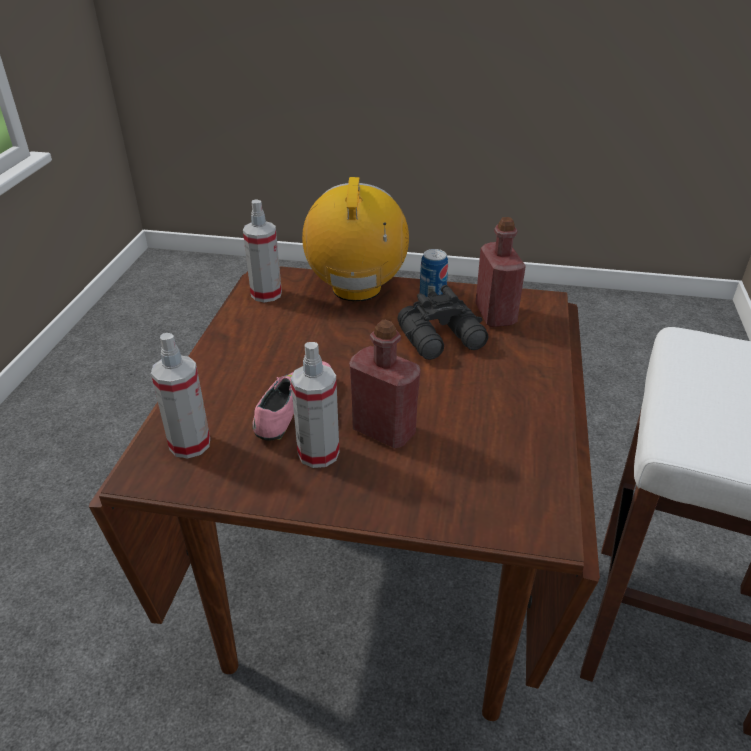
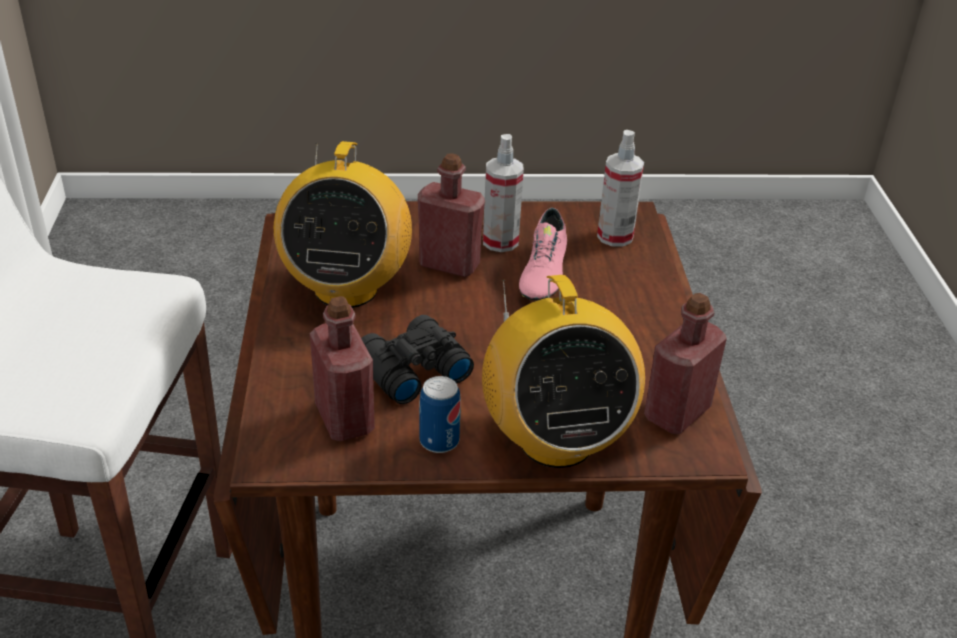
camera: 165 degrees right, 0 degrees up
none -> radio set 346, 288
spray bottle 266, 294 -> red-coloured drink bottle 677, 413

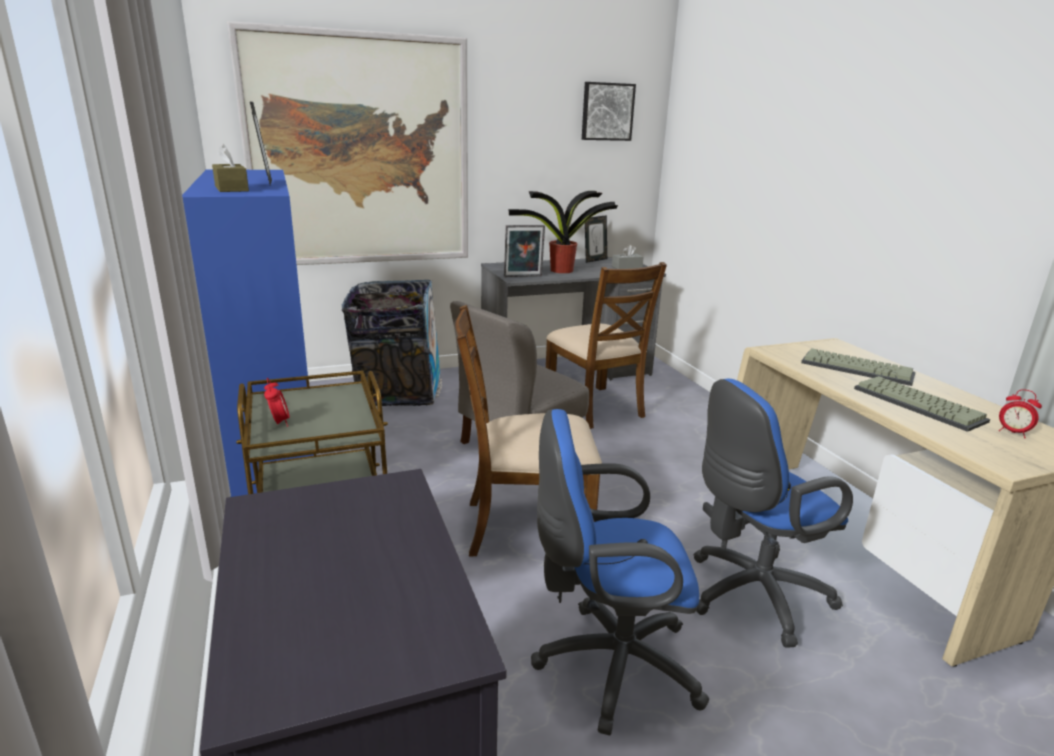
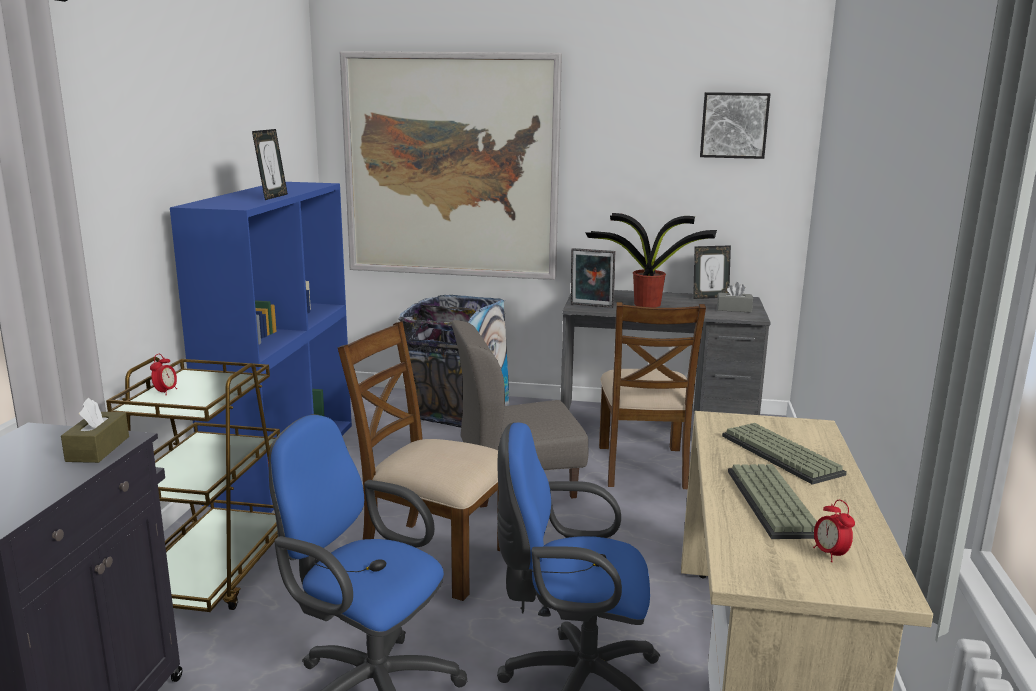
camera: 30 degrees right, 5 degrees down
brown tissue box 231, 189 -> brown tissue box 98, 449, shifted

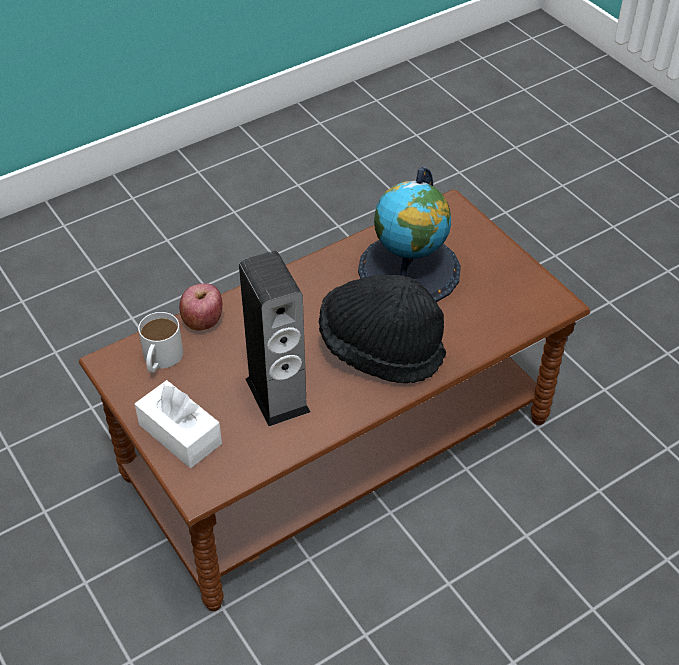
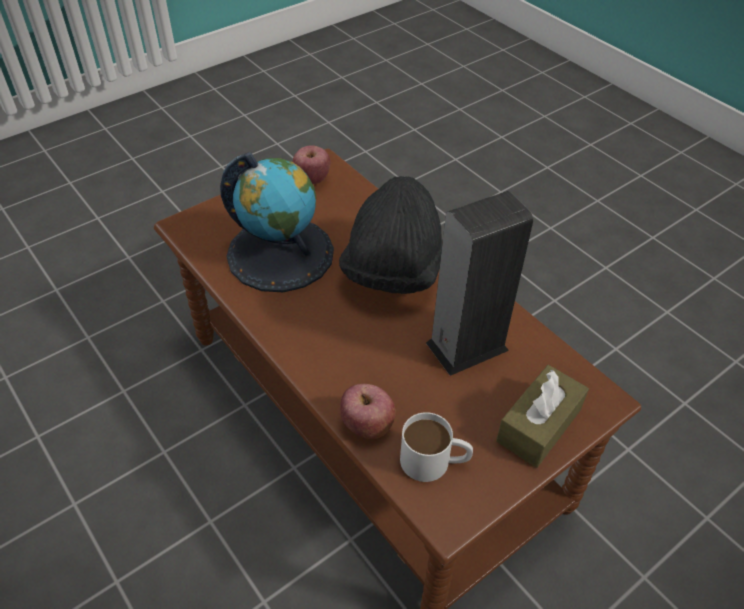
camera: 95 degrees left, 0 degrees up
none -> apple 312, 179
white tissue box 180, 434 -> brown tissue box 538, 425

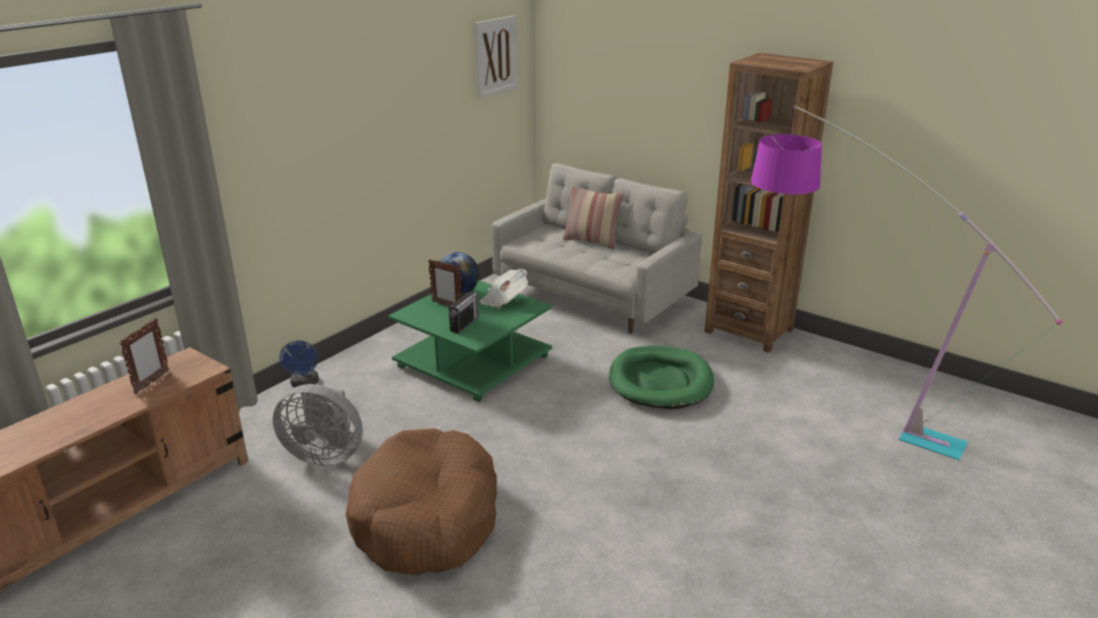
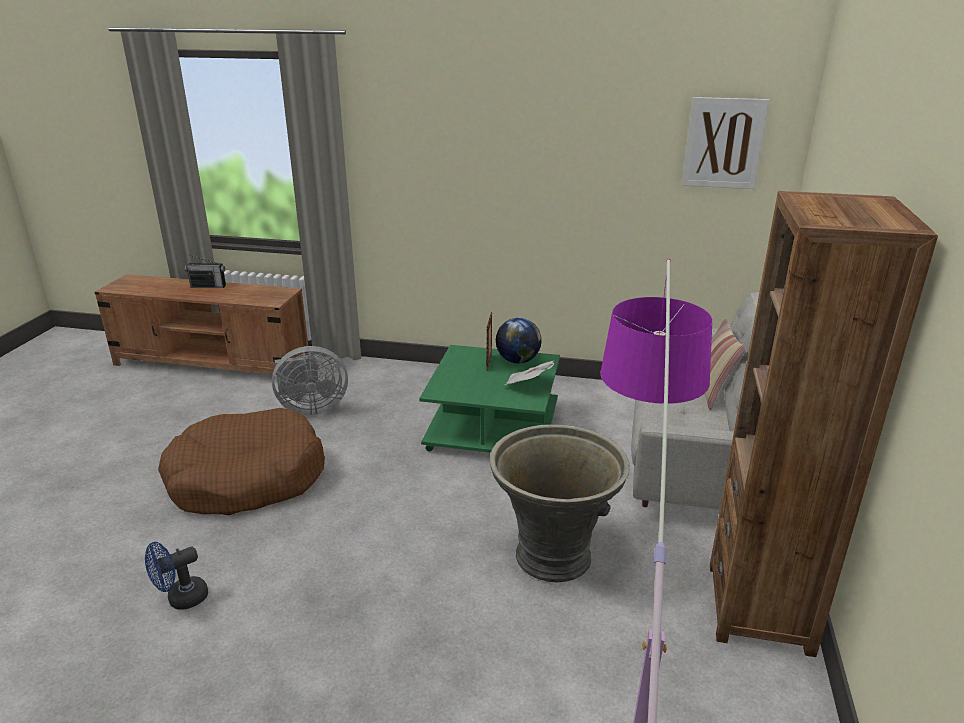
camera: 65 degrees right, 0 degrees up
standing frame 151, 382 -> none
blue-coloured cooling fan 304, 384 -> blue-coloured cooling fan 181, 599, shifted
radio set 464, 324 -> radio set 208, 286, shifted
green-coloured dog bed 660, 381 -> greyish planter 553, 555
greyish cooling fan 325, 455 -> greyish cooling fan 310, 408, 90 degrees counterclockwise

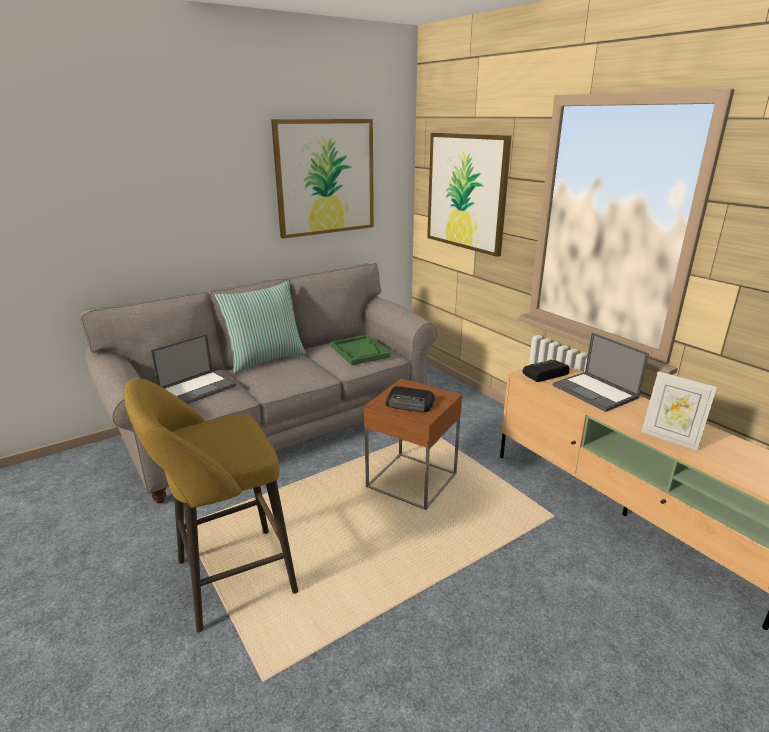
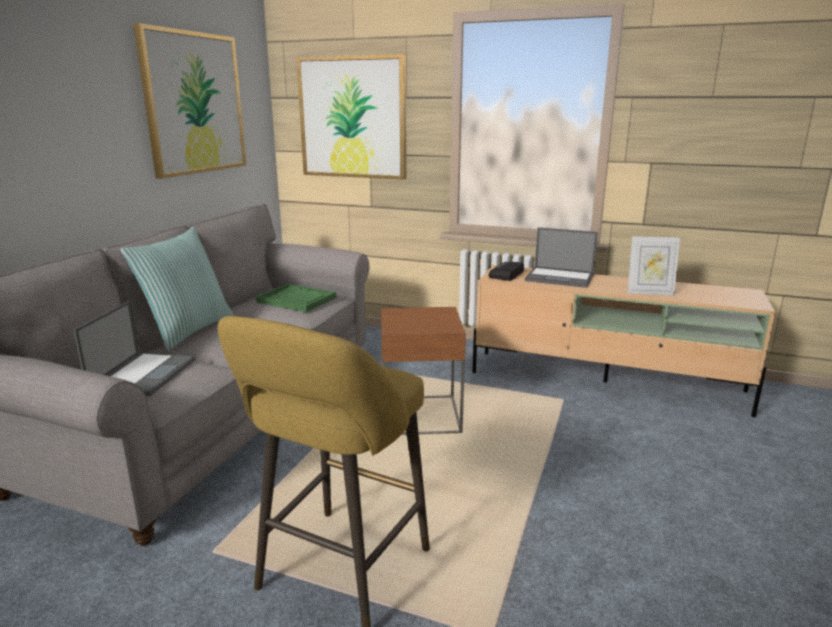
camera: 35 degrees left, 5 degrees down
radio set 410, 404 -> none

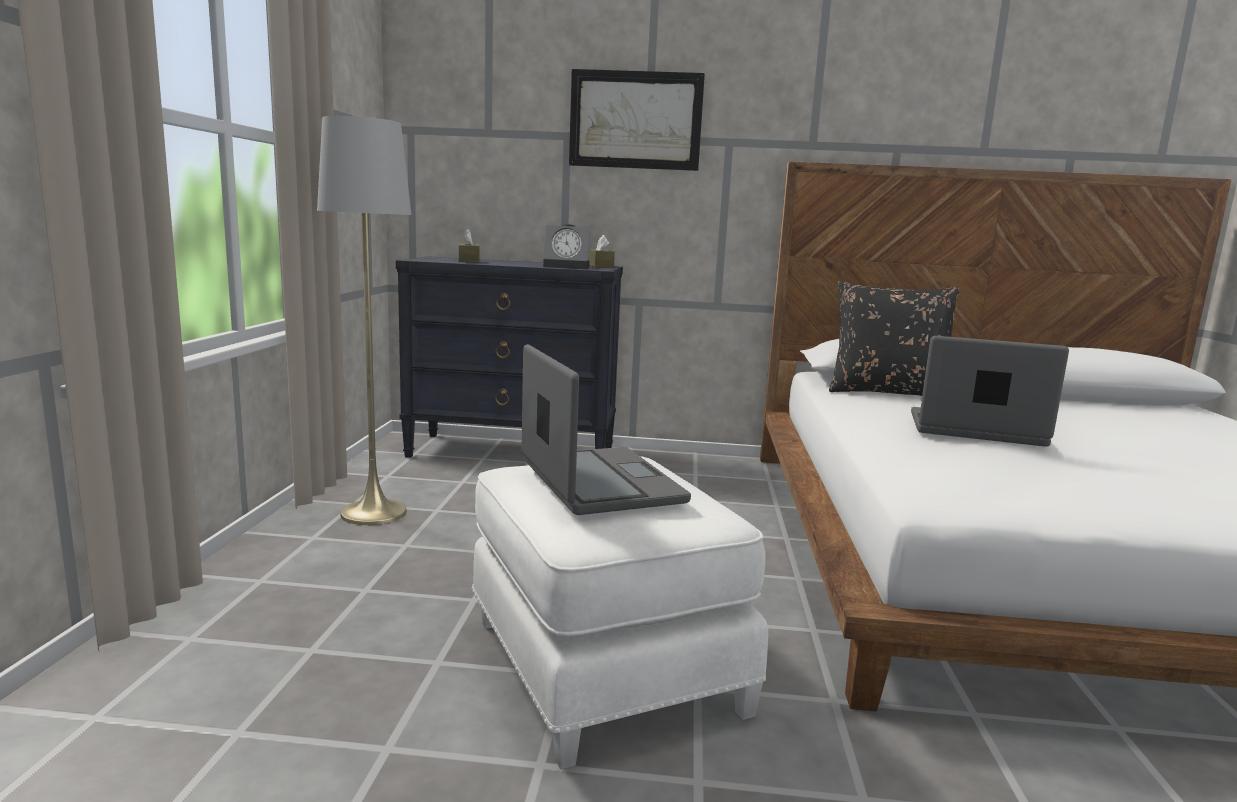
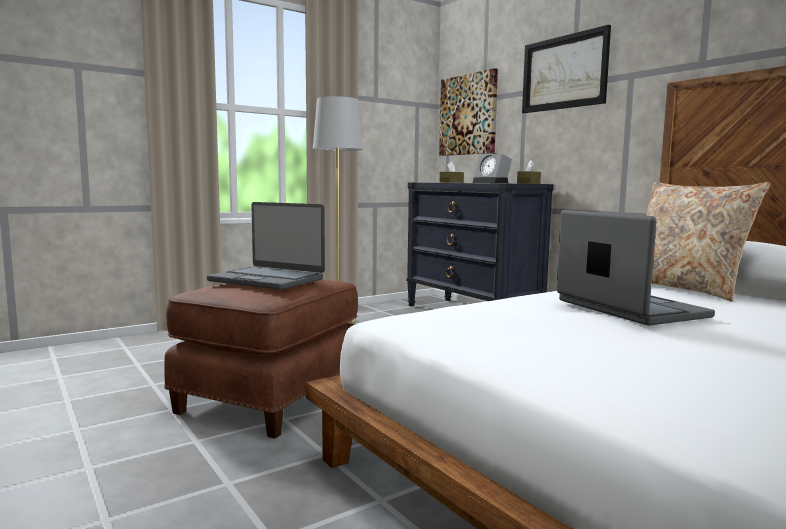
camera: 50 degrees right, 5 degrees down
none -> picture 468, 115
white ottoman 601, 666 -> brown ottoman 271, 396
black-coloured cushion 887, 392 -> sand-coloured cushion 684, 289
laptop 598, 483 -> laptop 267, 280, 90 degrees clockwise

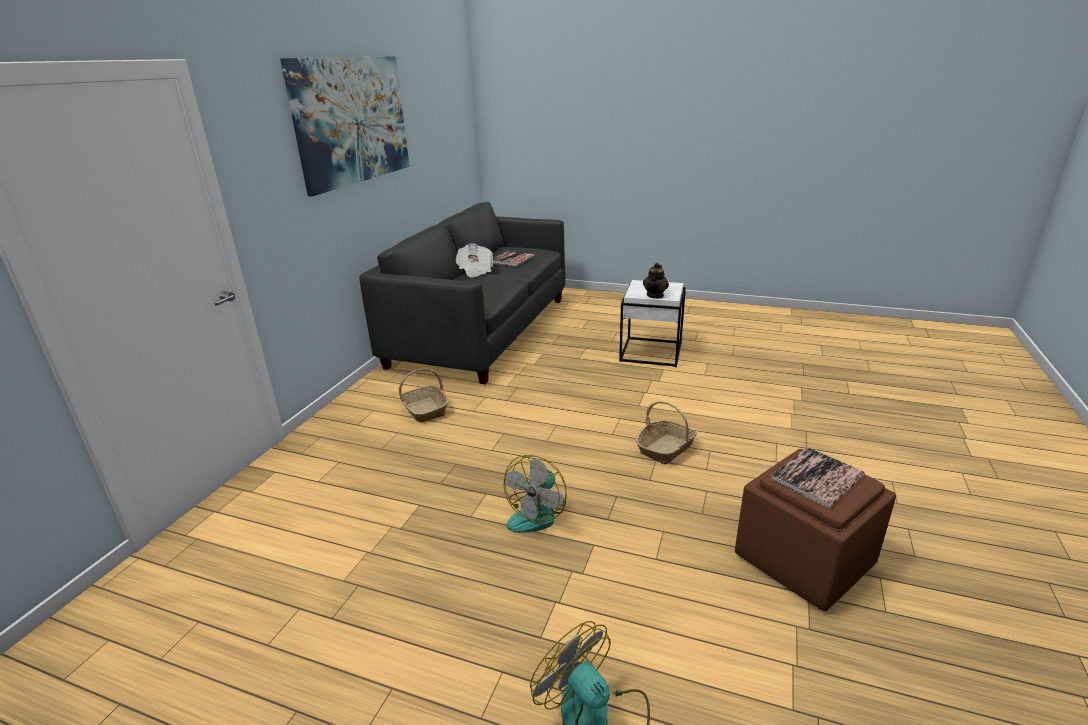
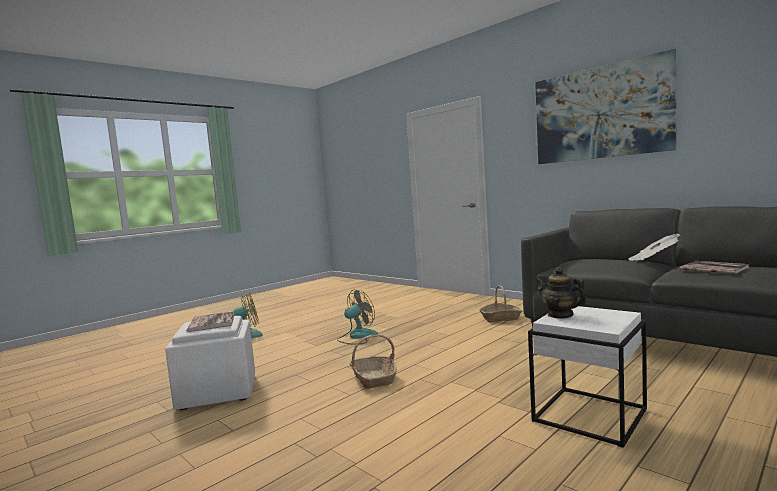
camera: 115 degrees right, 20 degrees down
brown ottoman 804, 561 -> white ottoman 217, 392
cooling fan 537, 513 -> cooling fan 357, 337, 90 degrees clockwise

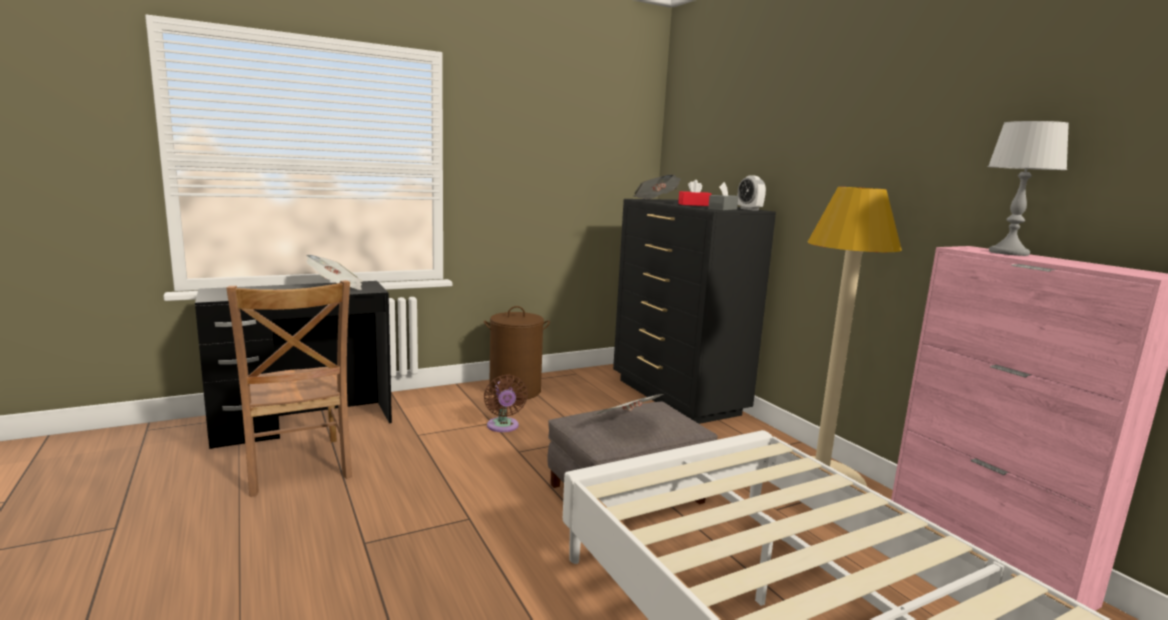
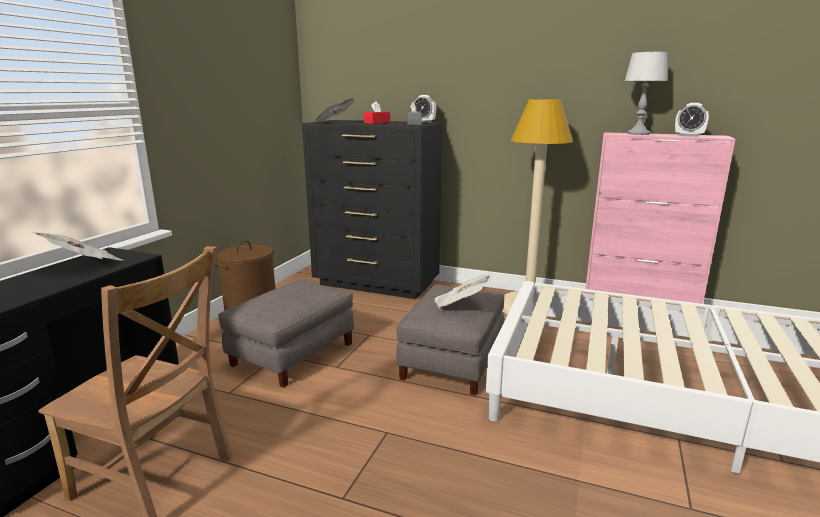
camera: 40 degrees left, 5 degrees up
none -> alarm clock 689, 136
brown cooling fan 503, 427 -> greyish ottoman 292, 354

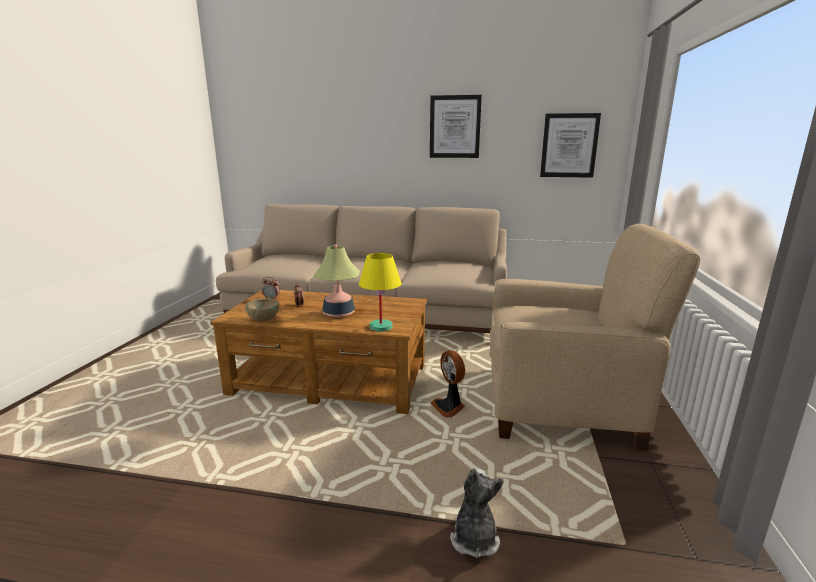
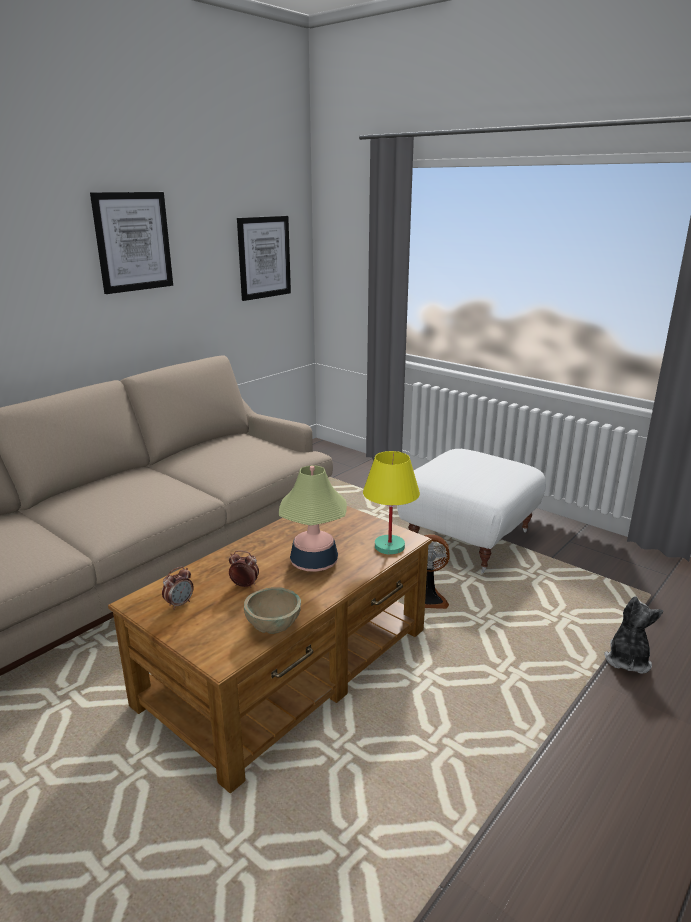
camera: 60 degrees left, 5 degrees up
sand-coloured lounge chair 561, 404 -> white ottoman 469, 539
cuddly toy 474, 538 -> cuddly toy 627, 659, 75 degrees clockwise

